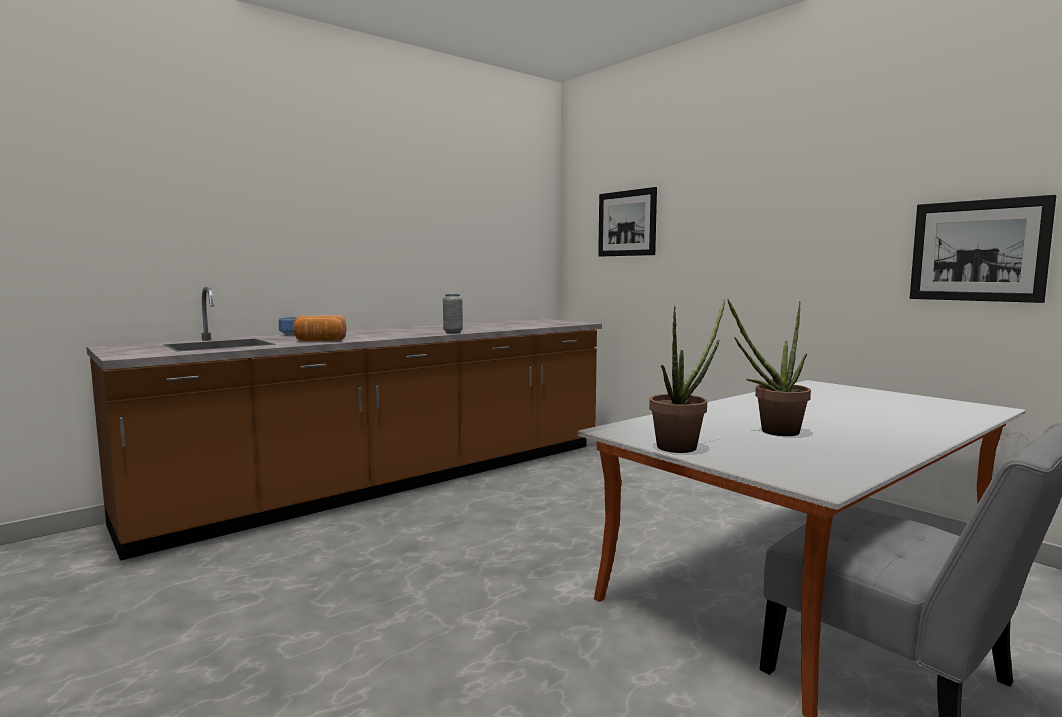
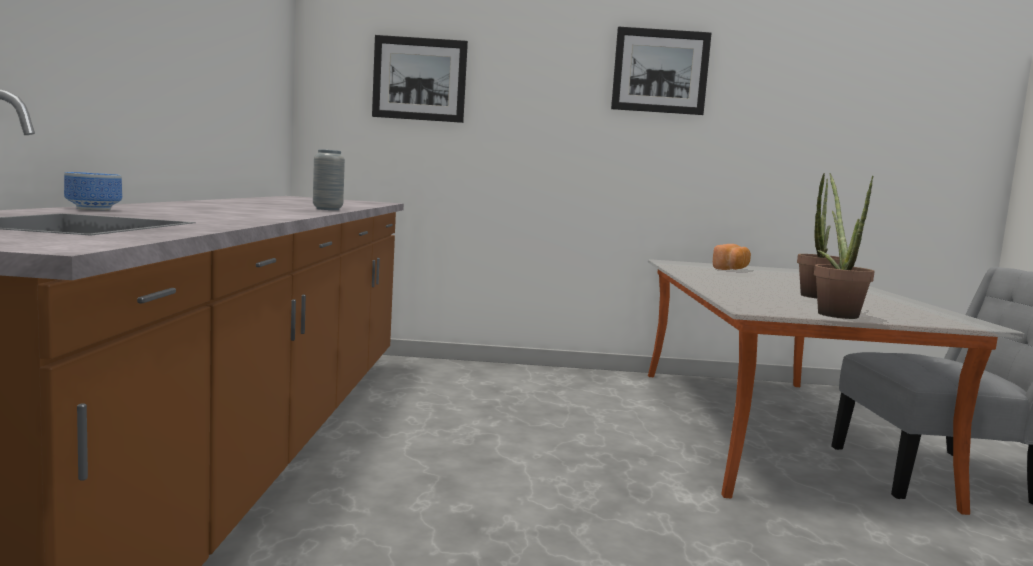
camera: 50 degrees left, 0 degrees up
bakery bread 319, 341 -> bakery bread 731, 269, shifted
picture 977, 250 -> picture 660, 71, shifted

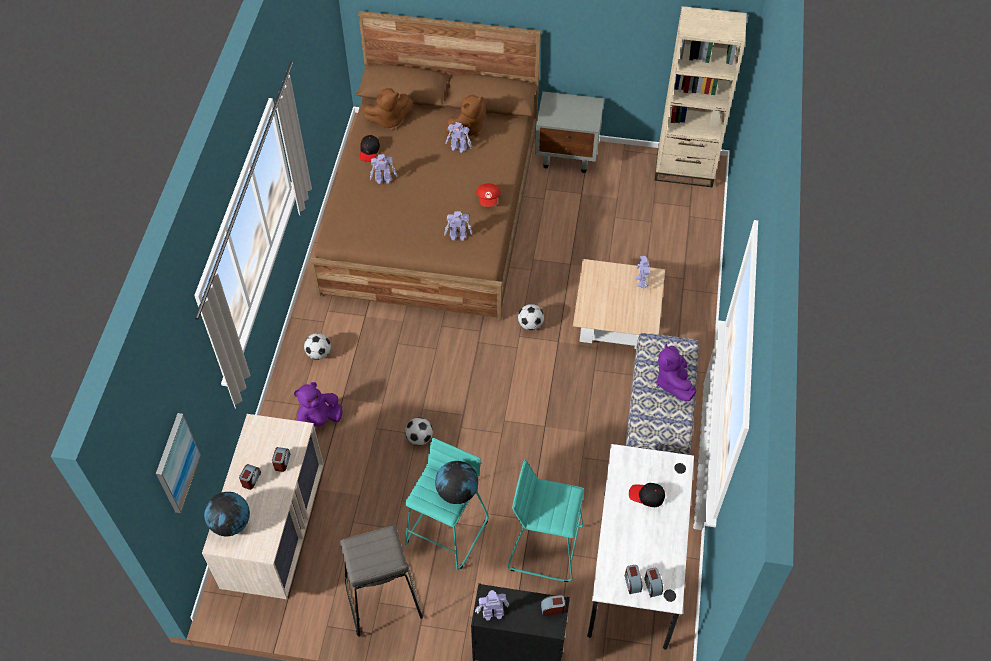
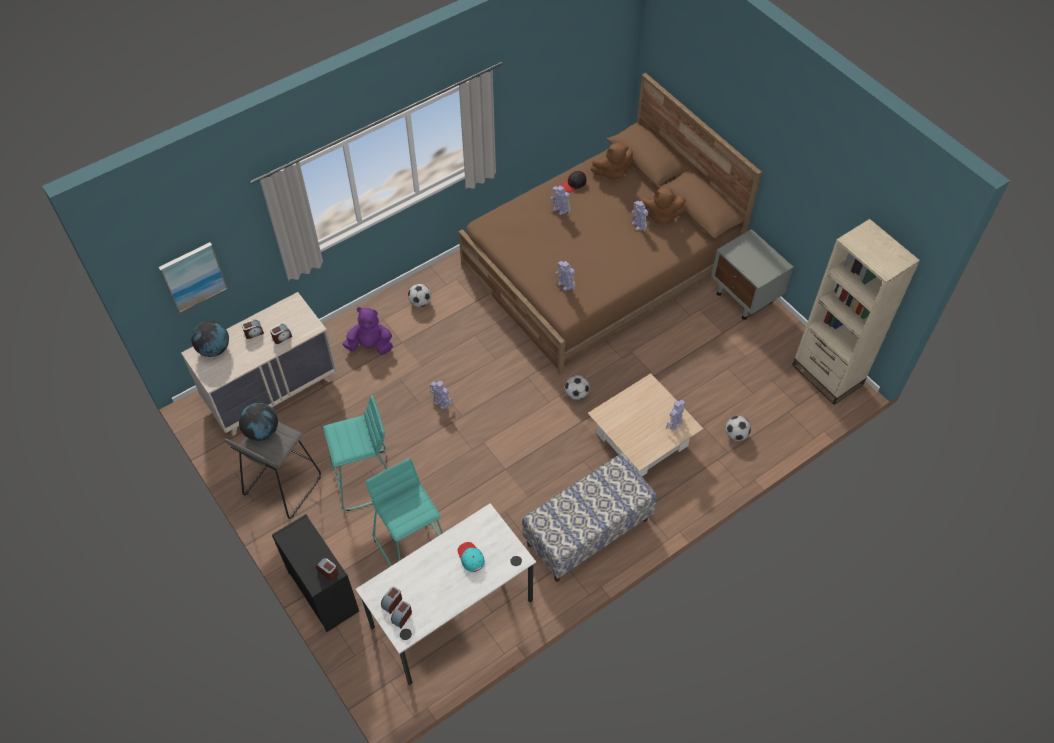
camera: 45 degrees right, 0 degrees up
red-coloured peaked cap 488, 199 -> none
purplish cuddly toy 673, 382 -> none
football ball 419, 438 -> football ball 736, 434, shifted
world globe 457, 491 -> world globe 262, 431, shifted
model robot 492, 613 -> model robot 441, 402, shifted
black-coloured peaked cap 646, 496 -> turquoise peaked cap 470, 558
brown cuddly toy 389, 120 -> brown cuddly toy 612, 172, 45 degrees counterclockwise

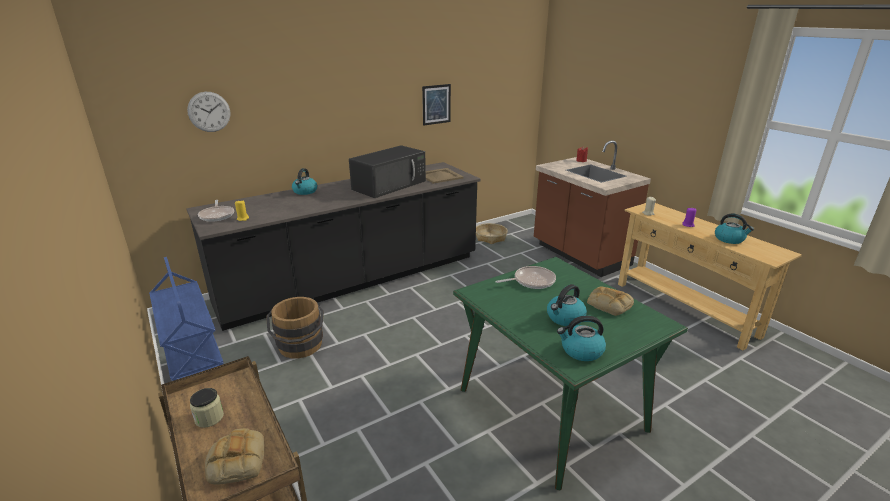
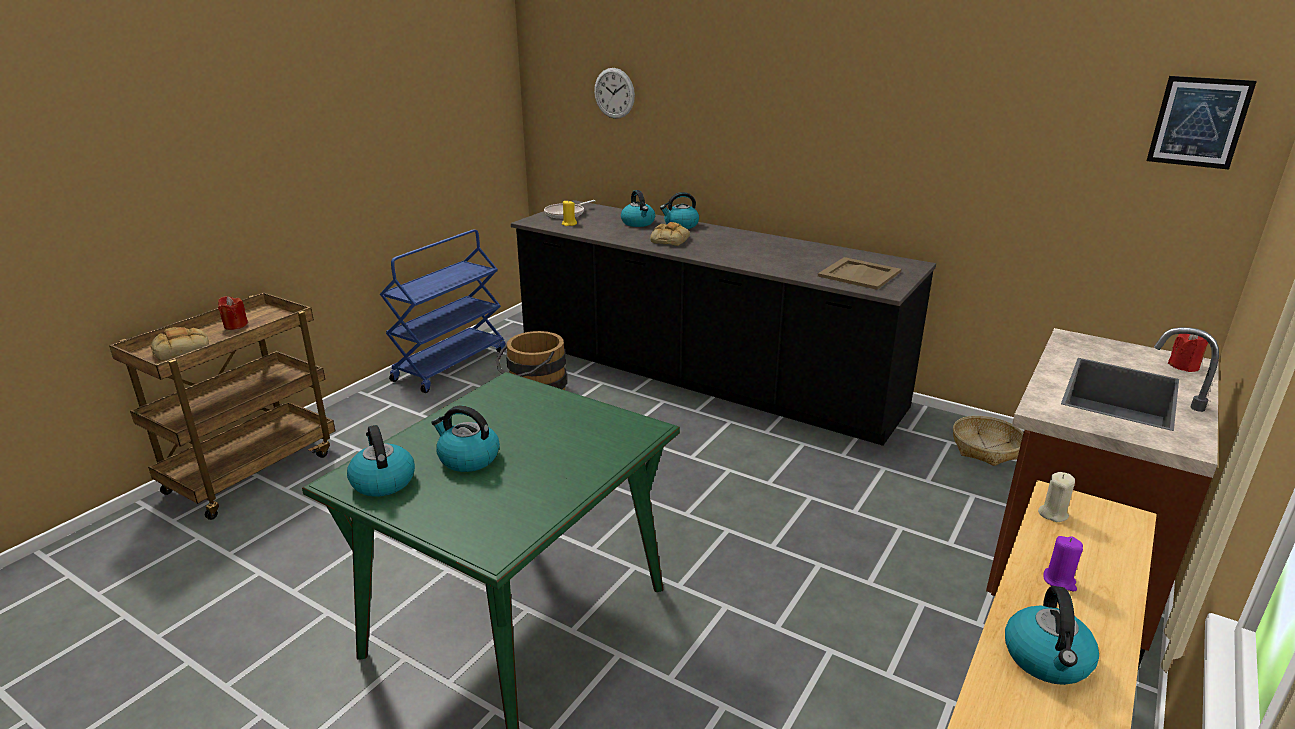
camera: 65 degrees right, 0 degrees up
black-coloured microwave oven 390, 185 -> none
pan 531, 281 -> none
none -> water kettle 638, 223
picture 436, 104 -> picture 1199, 122, shifted
bakery bread 608, 304 -> bakery bread 669, 240, shifted
jar 209, 418 -> red-coloured wax candle 235, 325

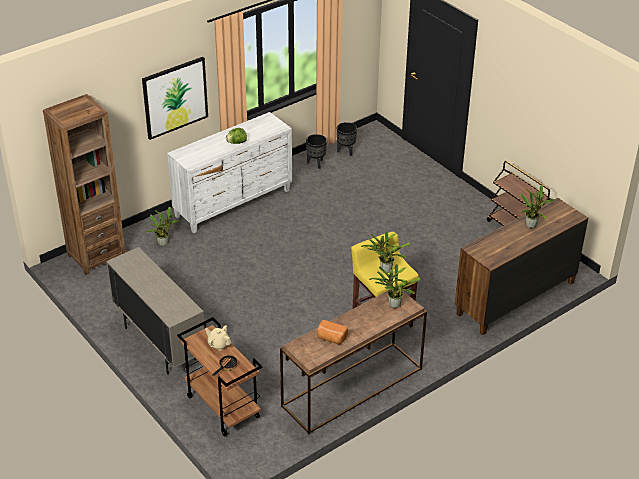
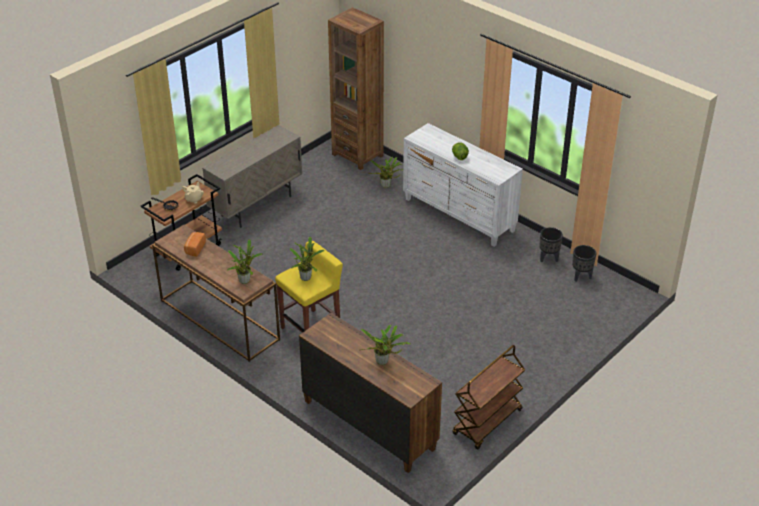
camera: 80 degrees right, 0 degrees up
picture 175, 97 -> none

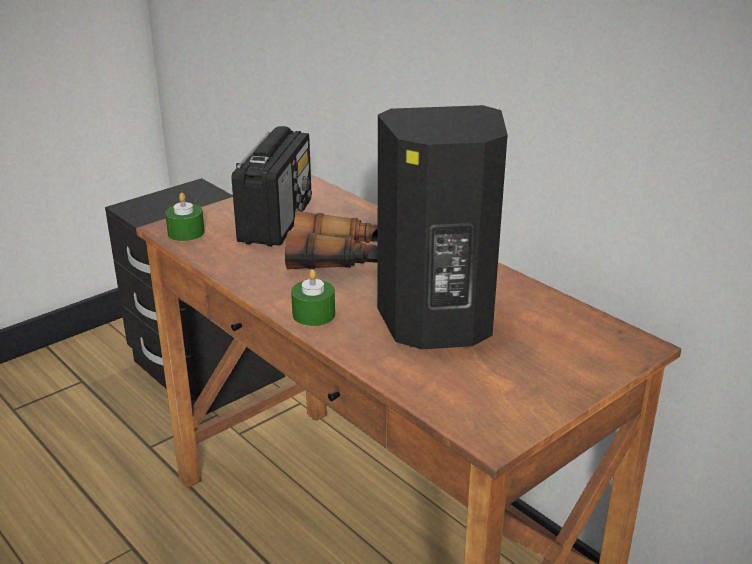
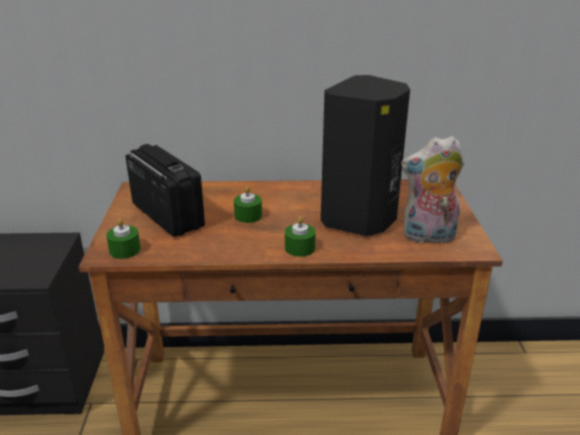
camera: 50 degrees left, 0 degrees up
none -> cuddly toy 428, 237
field glasses 339, 258 -> green-coloured wax candle 248, 216

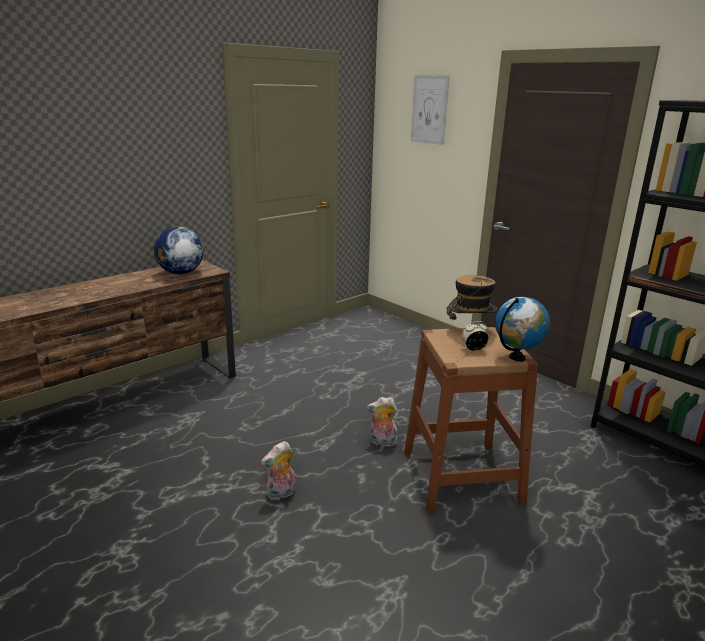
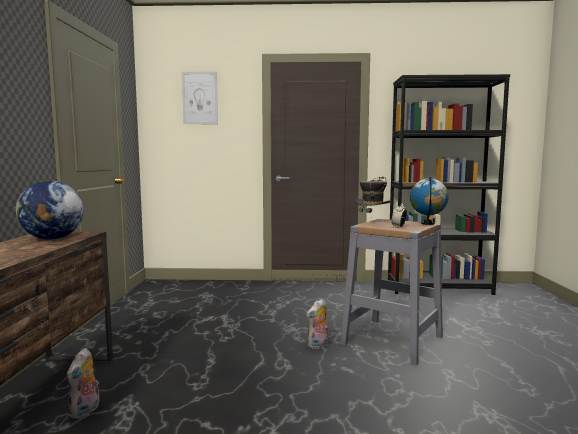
camera: 45 degrees left, 15 degrees down
cuddly toy 281, 494 -> cuddly toy 86, 411, shifted
brown stool seat 461, 476 -> greyish stool seat 392, 340

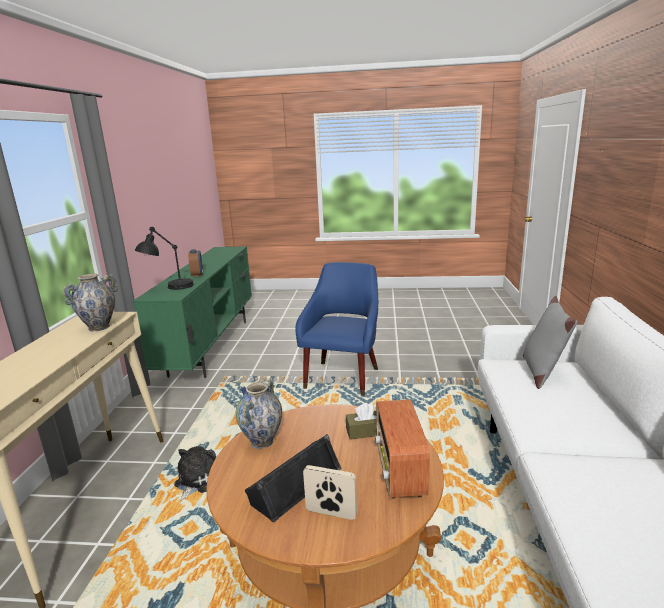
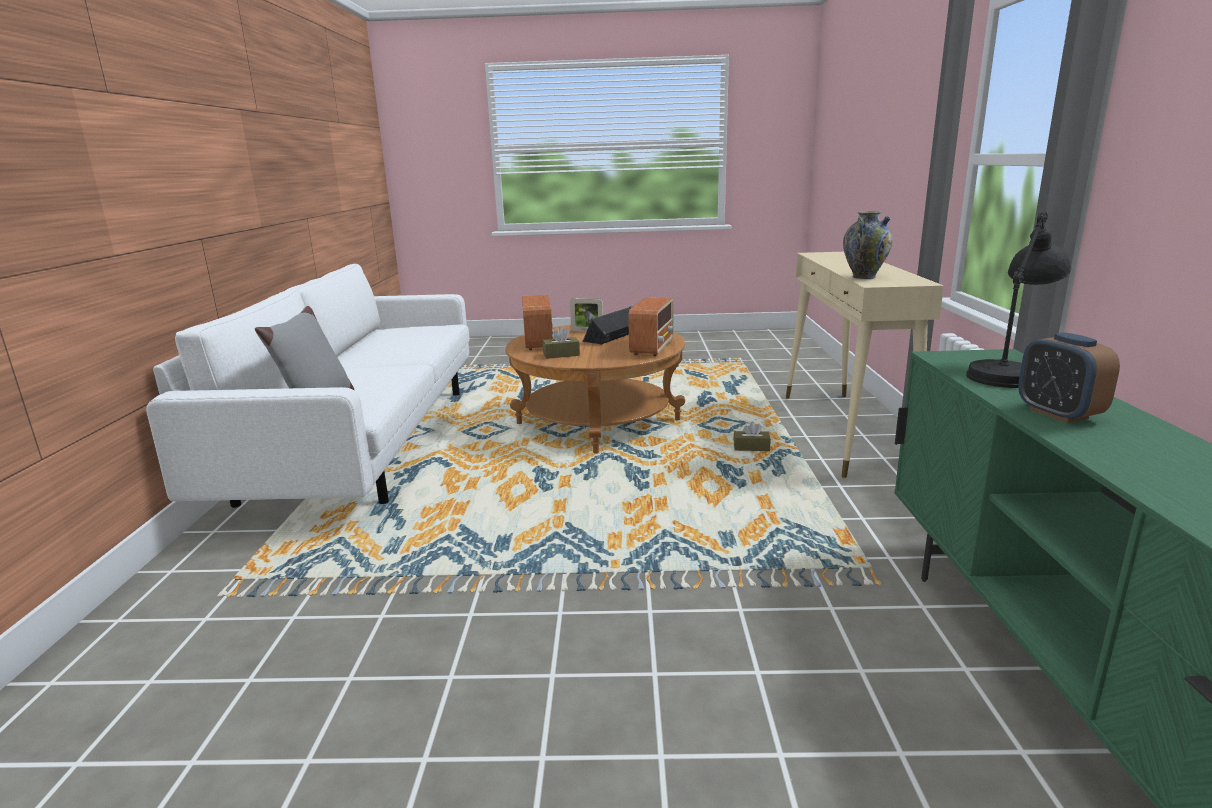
camera: 175 degrees right, 0 degrees up
blue-coloured lounge chair 343, 375 -> none
cuddly toy 196, 481 -> brown tissue box 751, 448
flower vase 262, 442 -> radio set 652, 347

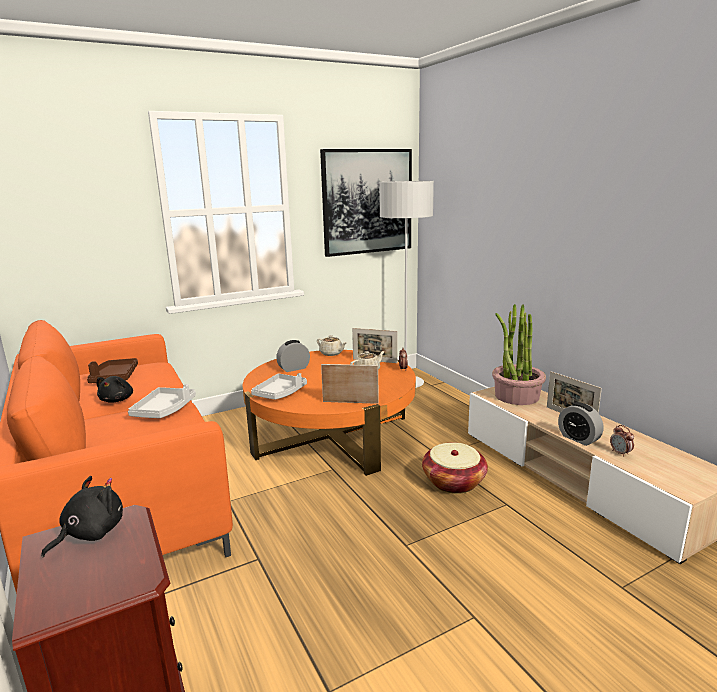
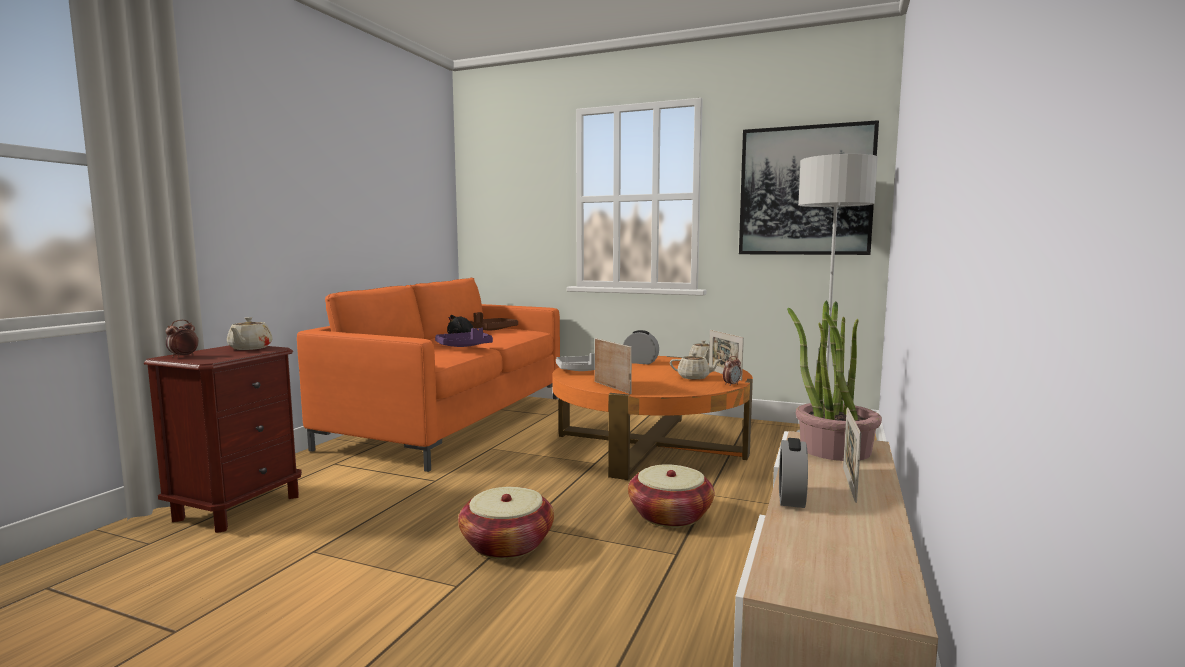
camera: 50 degrees right, 10 degrees down
none -> basket 507, 544
alarm clock 620, 453 -> alarm clock 183, 356, shifted
black-coloured cuddly toy 90, 533 -> sand-coloured tea pot 250, 348
greyish tray 164, 410 -> purplish tray 464, 346

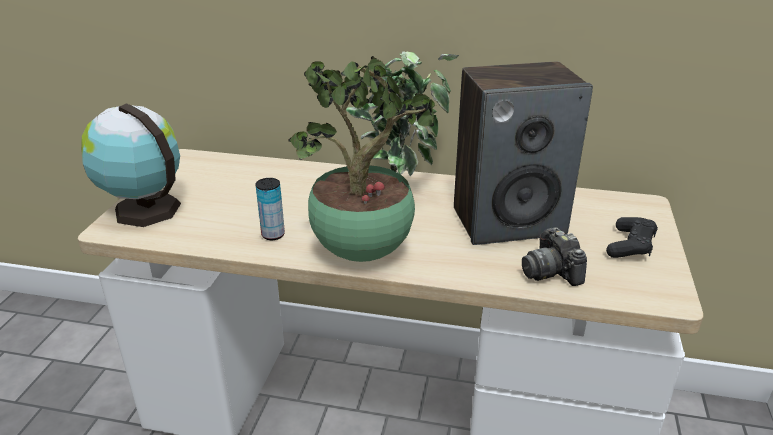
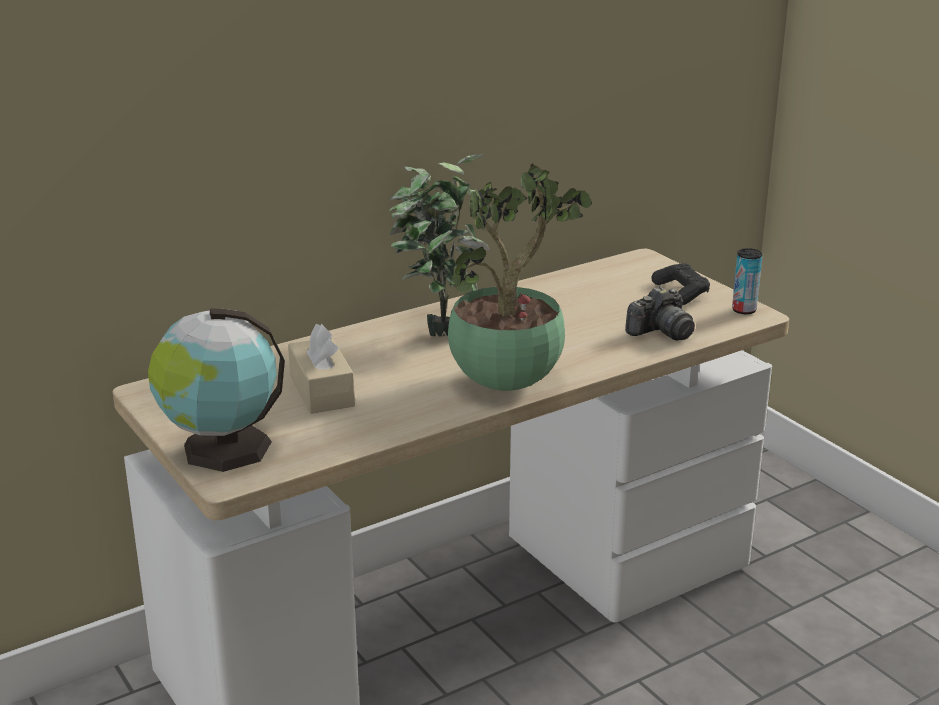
camera: 45 degrees left, 5 degrees down
audio speaker 509, 221 -> none
none -> sand-coloured tissue box 321, 391
sealed can 273, 235 -> sealed can 744, 310, shifted
photo camera 551, 271 -> photo camera 661, 332, 60 degrees counterclockwise

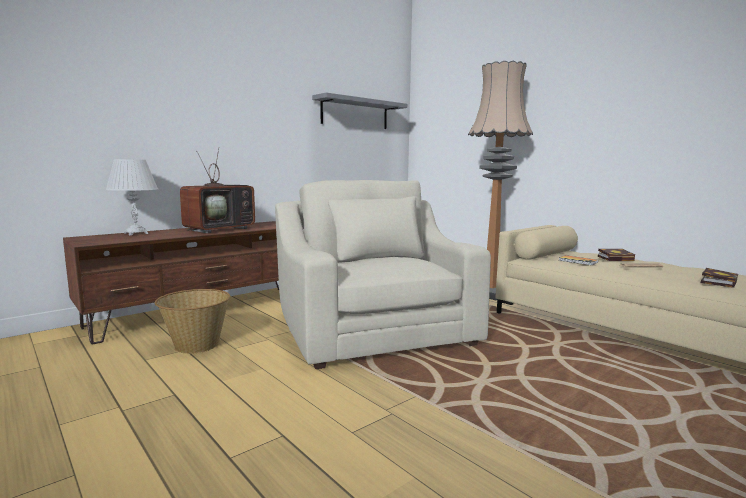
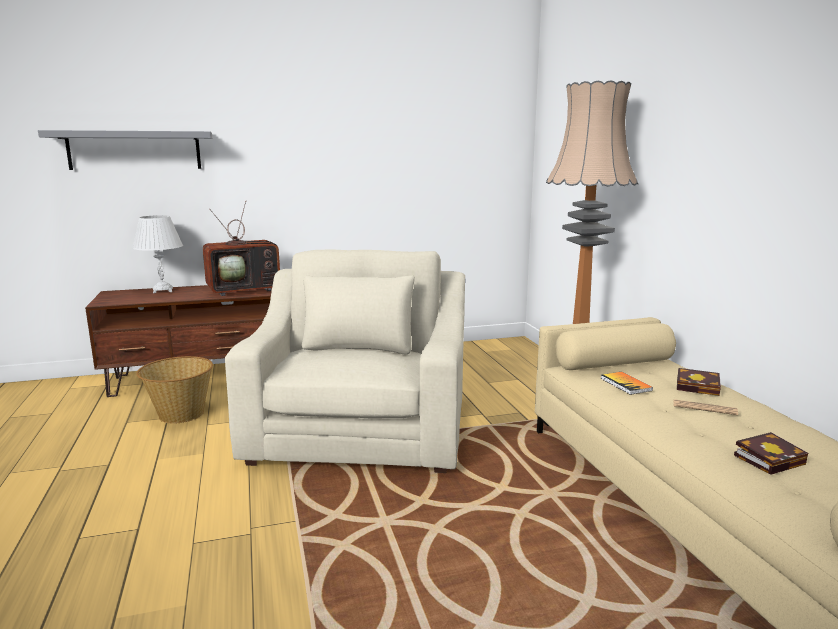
camera: 25 degrees right, 5 degrees up
greyish bracket shelf 355, 113 -> greyish bracket shelf 135, 150, shifted

